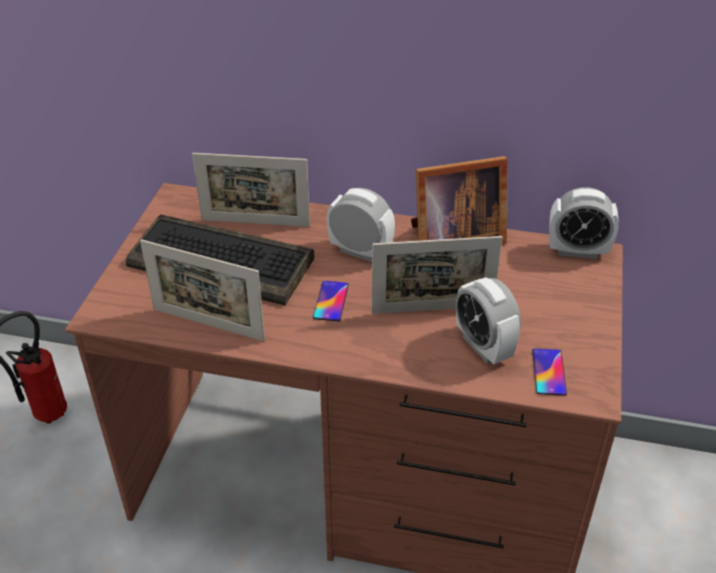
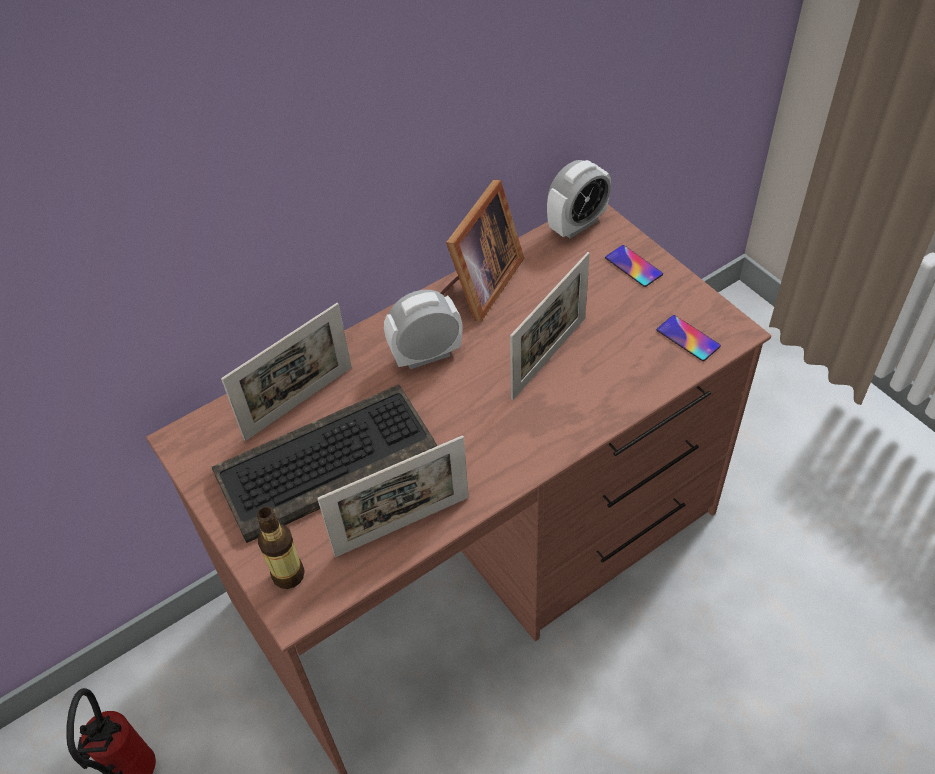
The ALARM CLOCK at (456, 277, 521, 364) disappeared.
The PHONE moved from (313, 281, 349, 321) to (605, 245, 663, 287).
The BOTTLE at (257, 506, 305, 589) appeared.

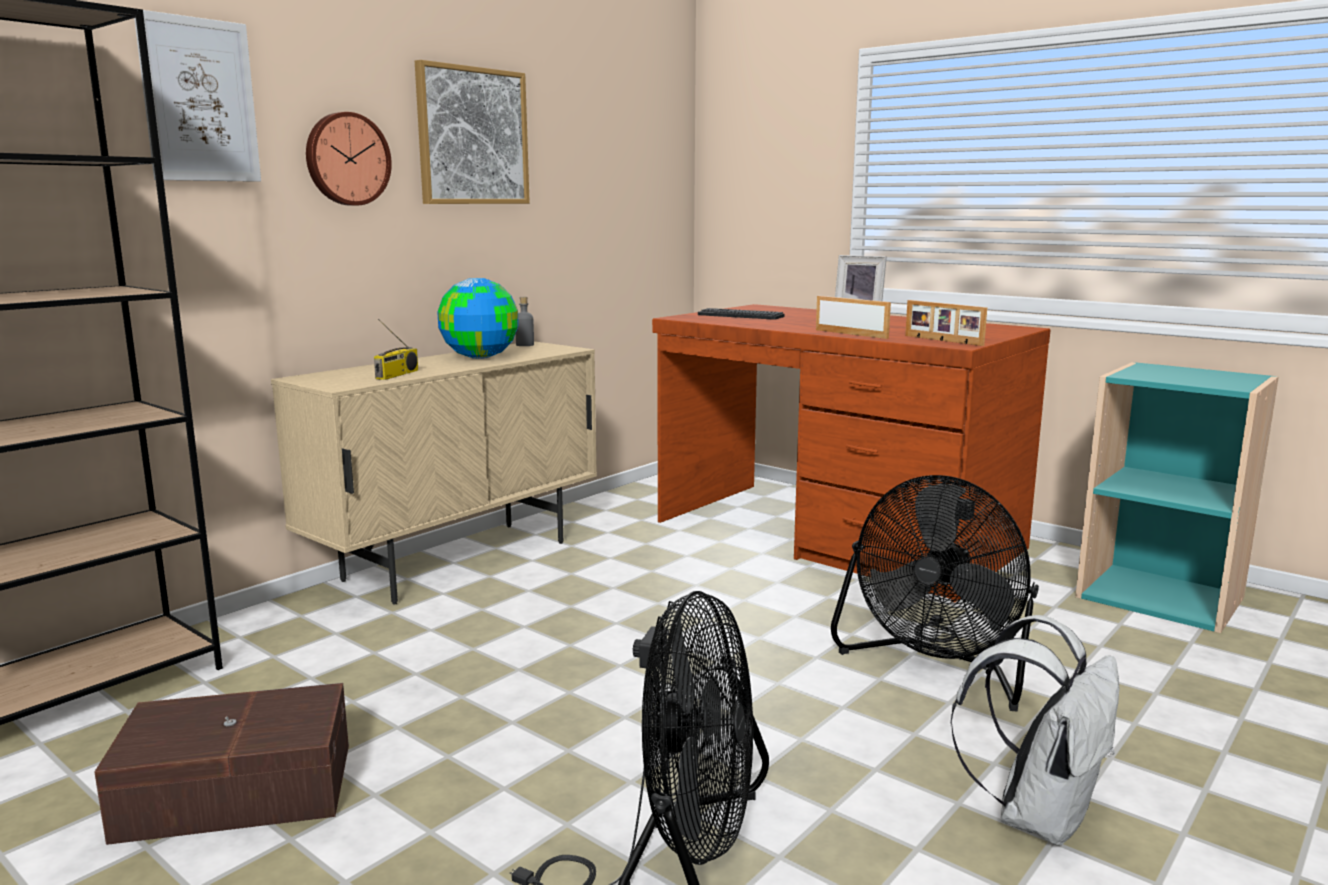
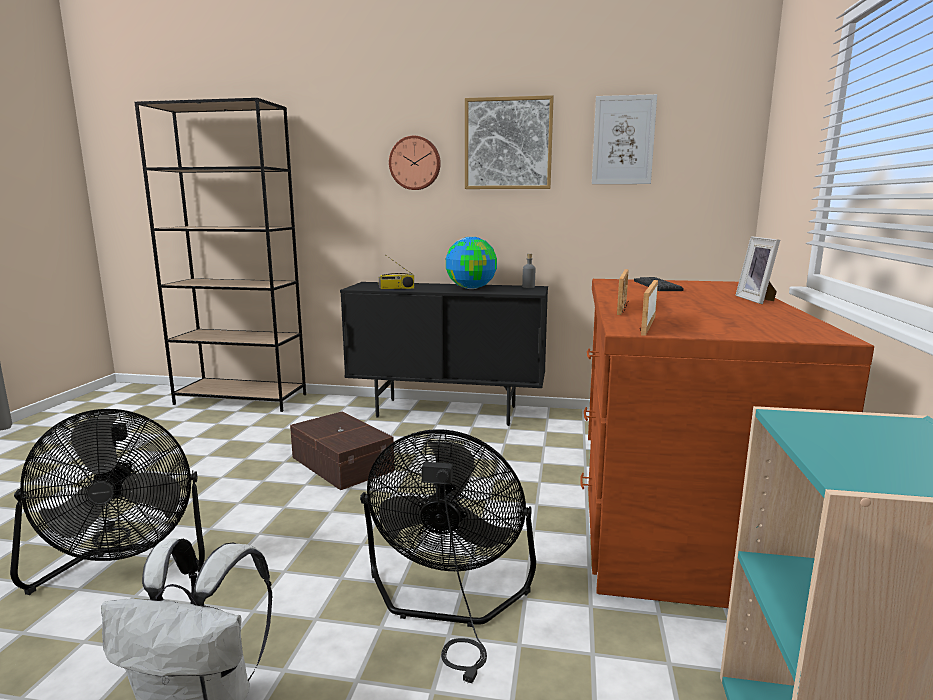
The PICTURE moved from (134, 10, 261, 182) to (592, 94, 657, 184).
The BEIGE CABINET at (271, 341, 597, 605) became the BLACK CABINET at (340, 282, 548, 426).
The BLACK FAN at (831, 475, 1039, 712) turned 90 degrees clockwise.
The BROWN STORAGE BOX moved from (94, 683, 349, 845) to (290, 412, 394, 490).

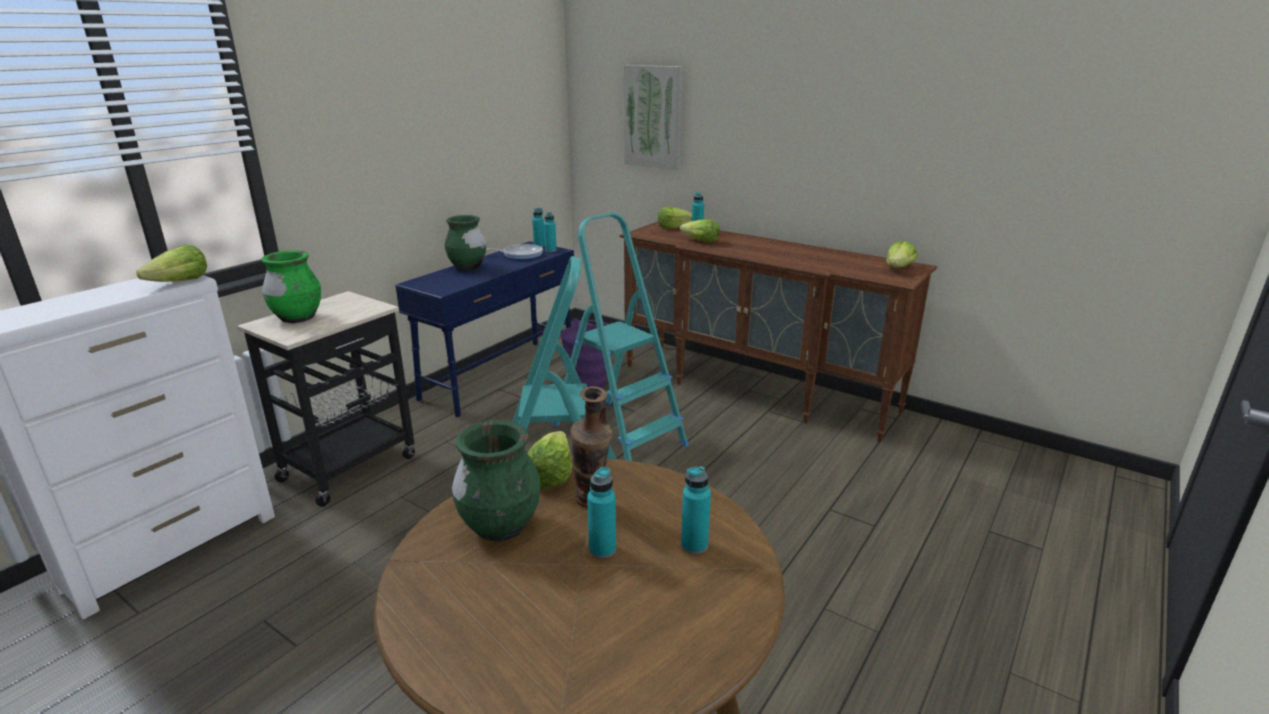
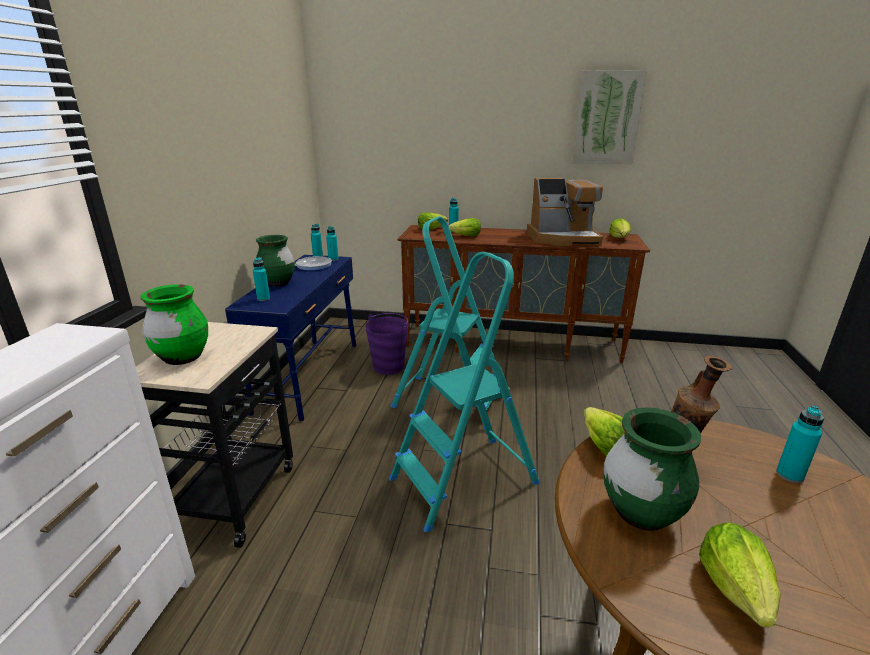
The PICTURE moved from (624, 65, 683, 170) to (572, 70, 647, 164).
The LETTUCE moved from (136, 245, 207, 282) to (699, 522, 781, 628).
The TURQUOISE BOTTLE moved from (587, 467, 616, 559) to (253, 257, 270, 301).
The COFFEE MACHINE at (526, 178, 604, 246) appeared.

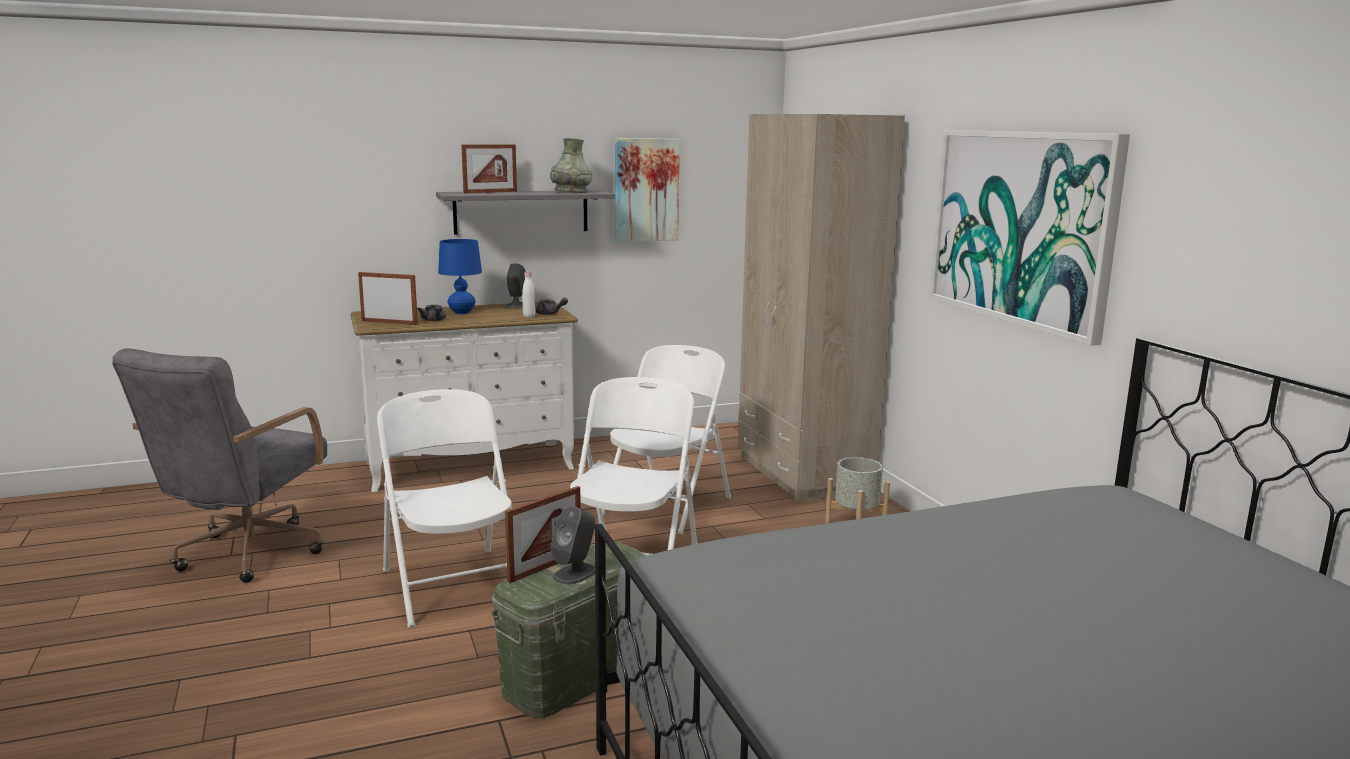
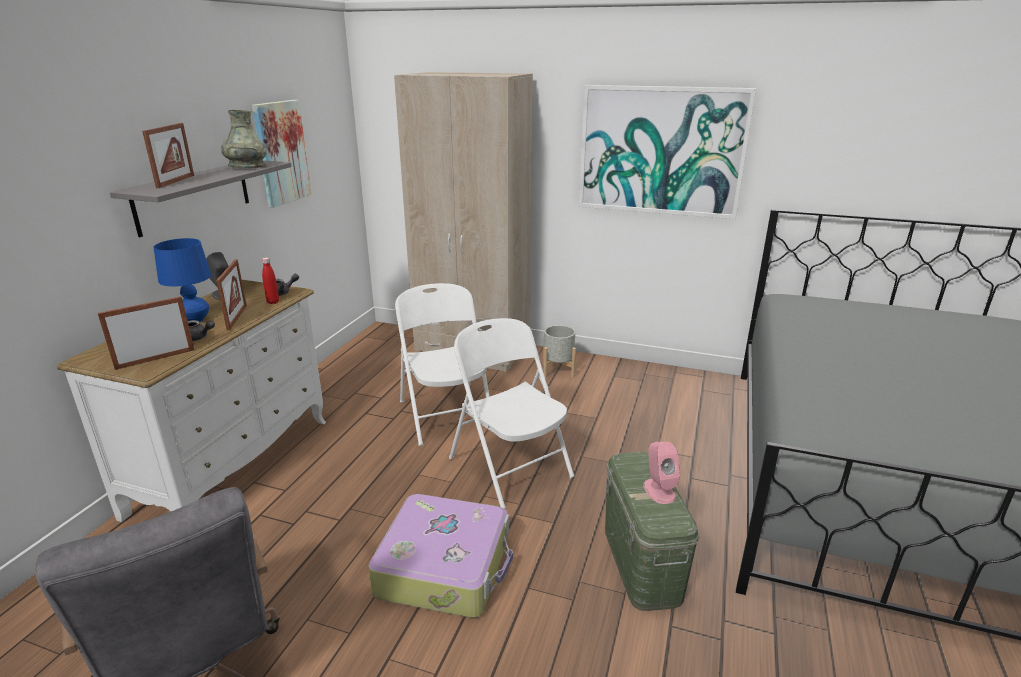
The WHITE BOTTLE at (523, 271, 535, 318) became the RED BOTTLE at (262, 258, 279, 304).
The WHITE CHAIR at (377, 389, 512, 628) was replaced by the SUITCASE at (368, 494, 513, 618).
The PICTURE FRAME moved from (505, 486, 581, 583) to (216, 259, 247, 331).
The GREY SPEAKER at (551, 506, 595, 585) became the PINK SPEAKER at (643, 442, 680, 504).

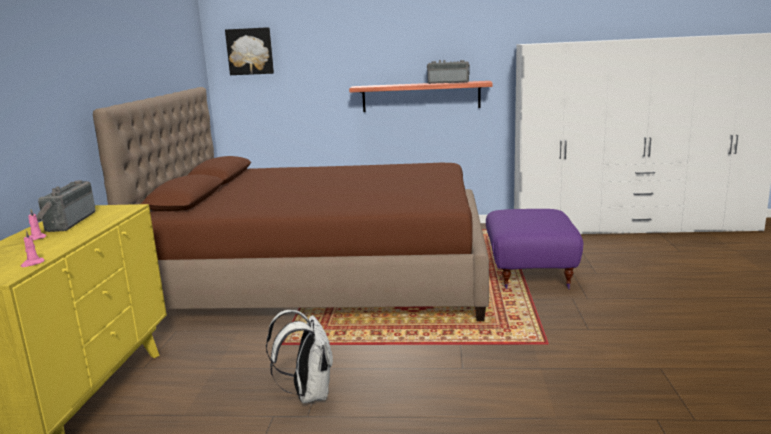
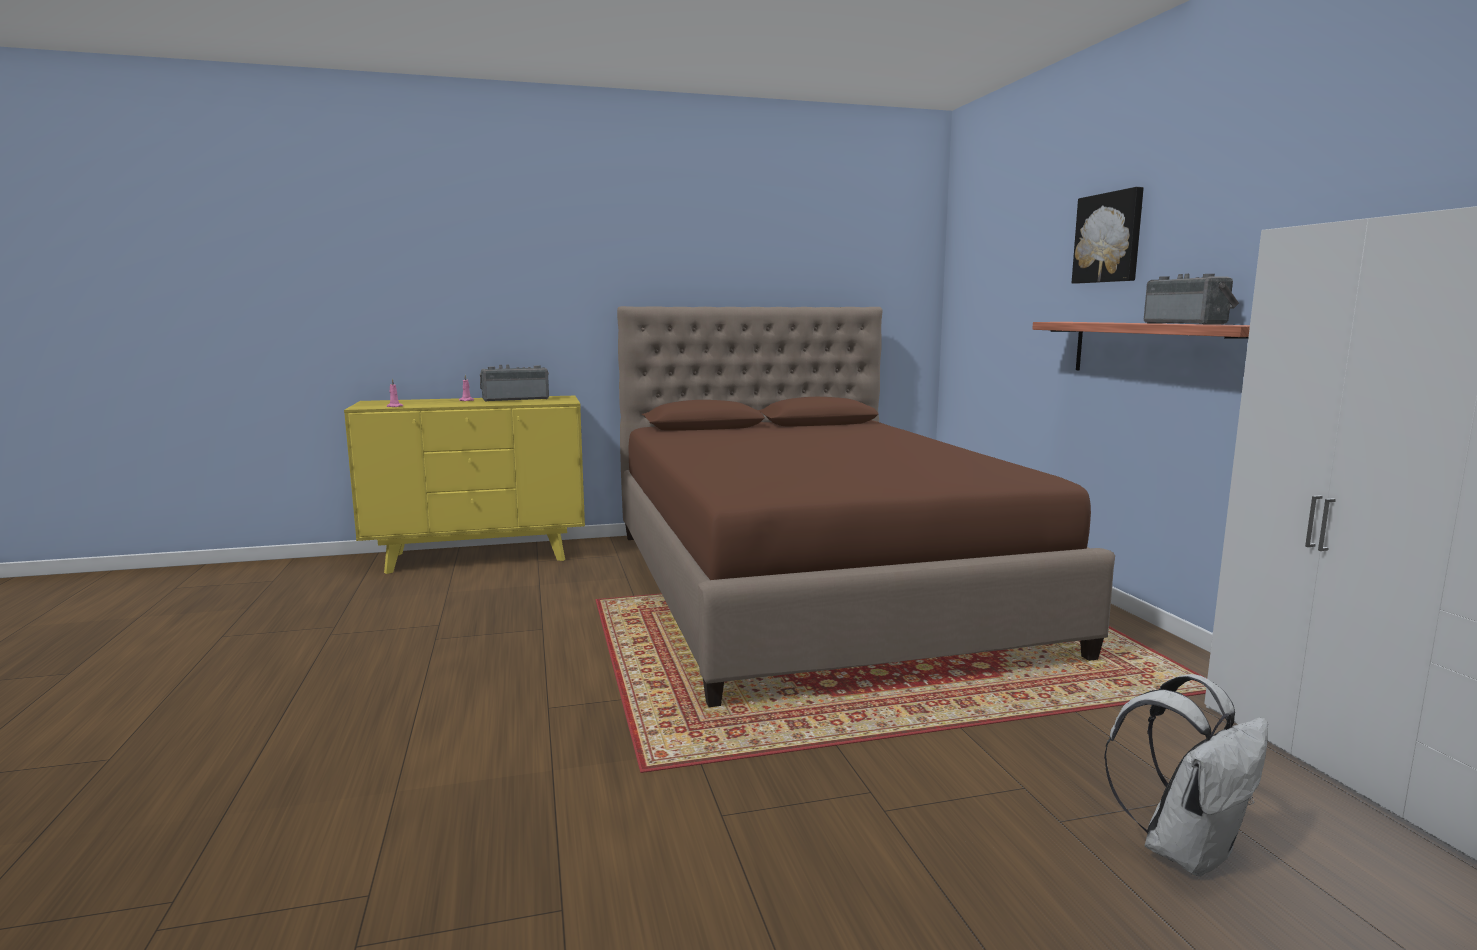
The PICTURE moved from (225, 27, 274, 75) to (1072, 187, 1144, 283).
The PURPLE OTTOMAN at (486, 209, 583, 289) disappeared.
The WHITE BACKPACK moved from (266, 310, 333, 403) to (1104, 674, 1268, 876).

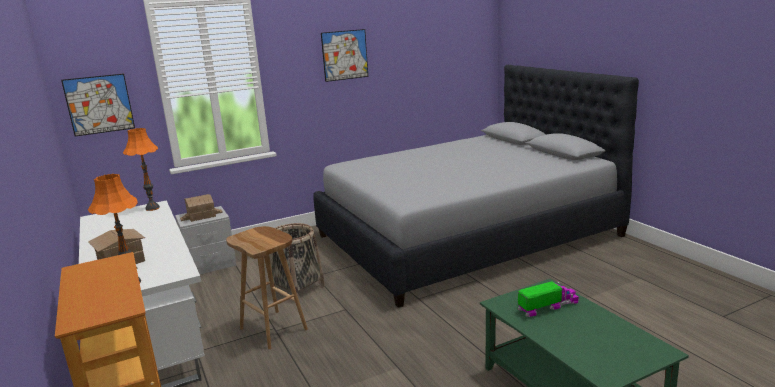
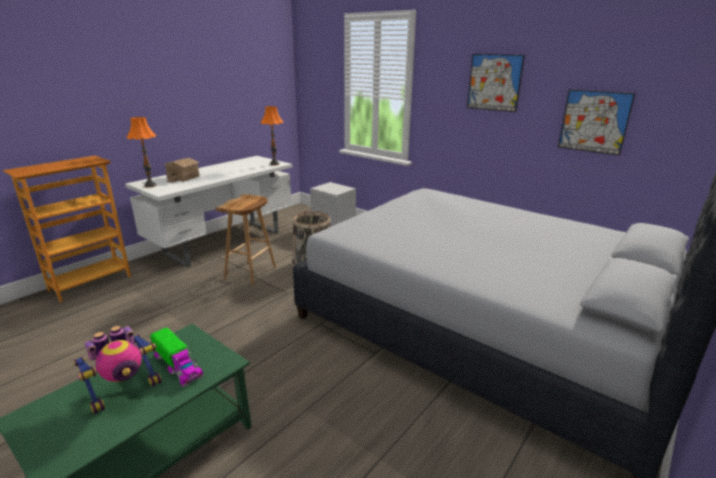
The PICTURE moved from (61, 74, 135, 136) to (558, 89, 635, 156).
The TOY HOUSE at (180, 194, 223, 222) disappeared.
The TOY ROBOT at (73, 326, 162, 414) appeared.

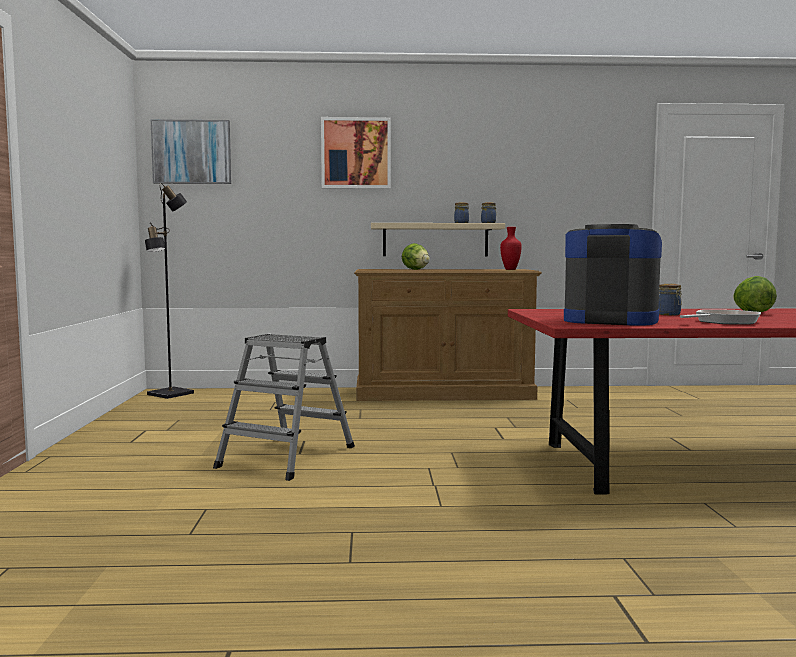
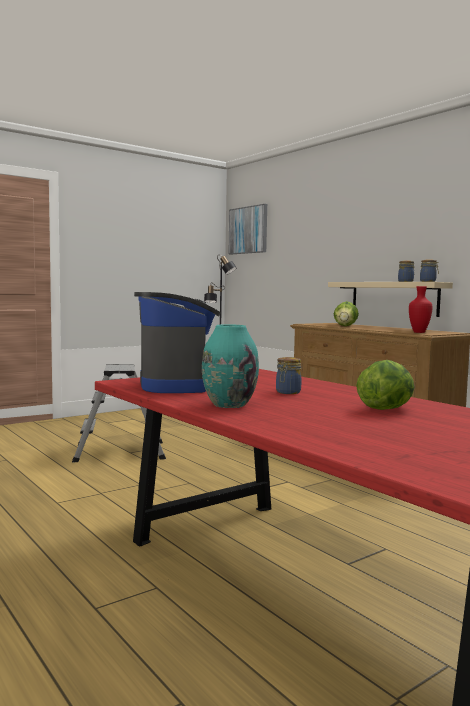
The PICTURE at (321, 117, 391, 189) disappeared.
The FRYING PAN at (680, 310, 761, 324) was replaced by the TURQUOISE VASE at (202, 324, 259, 408).

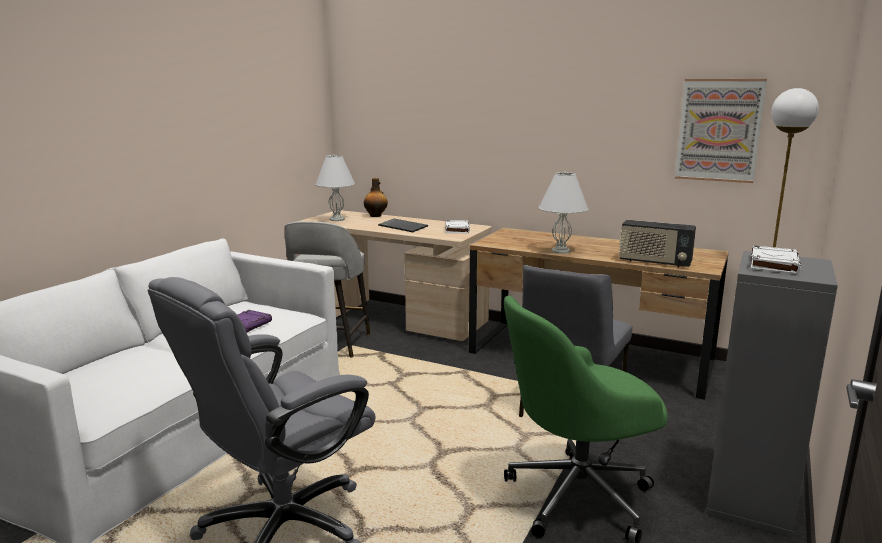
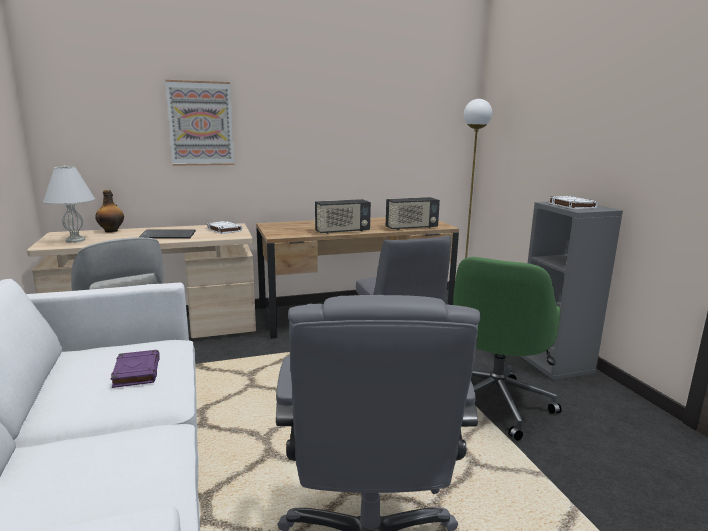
The PICTURE moved from (675, 79, 767, 183) to (165, 80, 234, 166).
The WHITE TABLE LAMP at (539, 172, 588, 254) was replaced by the RADIO at (315, 199, 371, 234).

